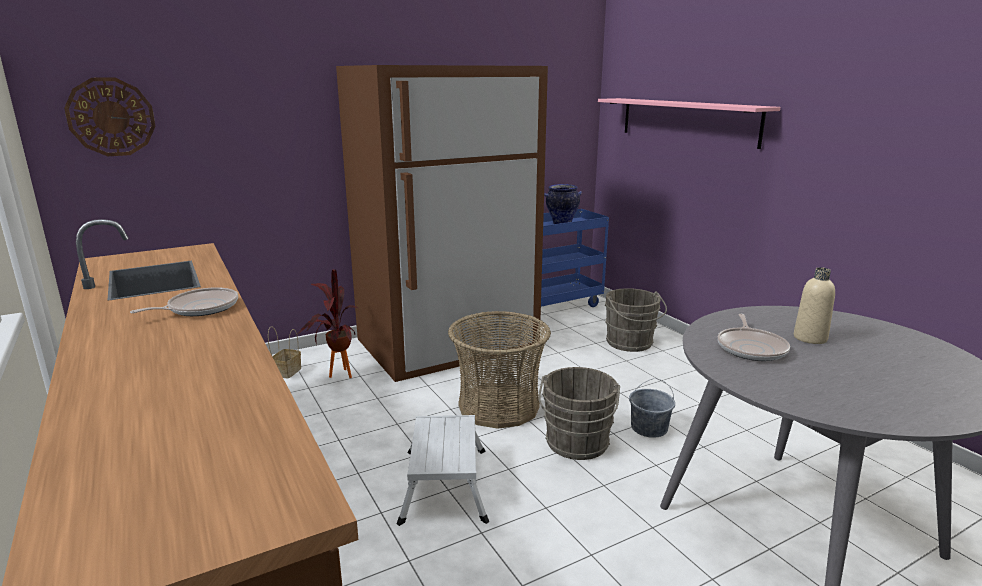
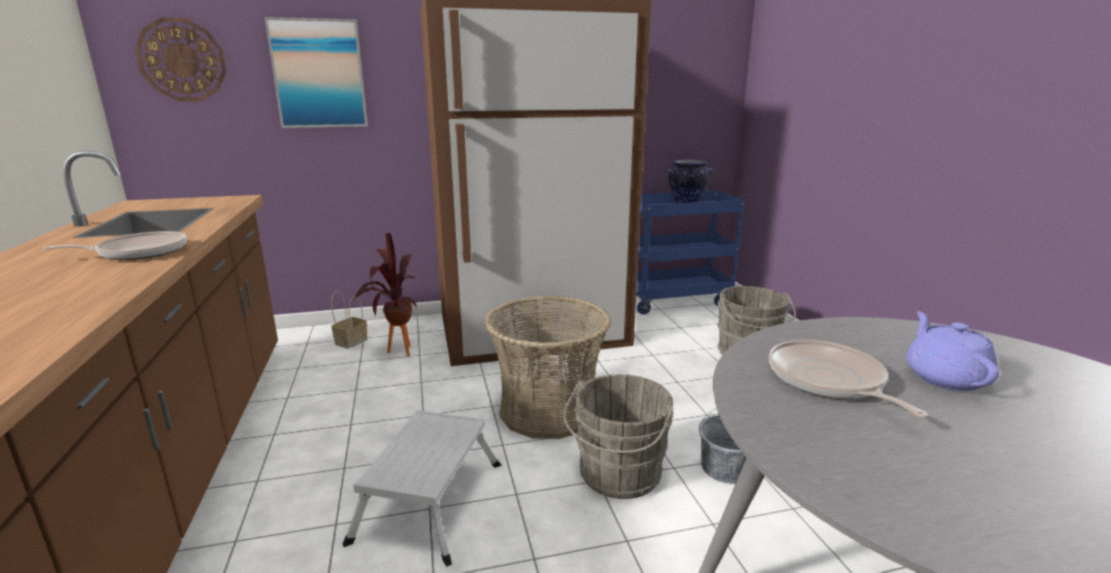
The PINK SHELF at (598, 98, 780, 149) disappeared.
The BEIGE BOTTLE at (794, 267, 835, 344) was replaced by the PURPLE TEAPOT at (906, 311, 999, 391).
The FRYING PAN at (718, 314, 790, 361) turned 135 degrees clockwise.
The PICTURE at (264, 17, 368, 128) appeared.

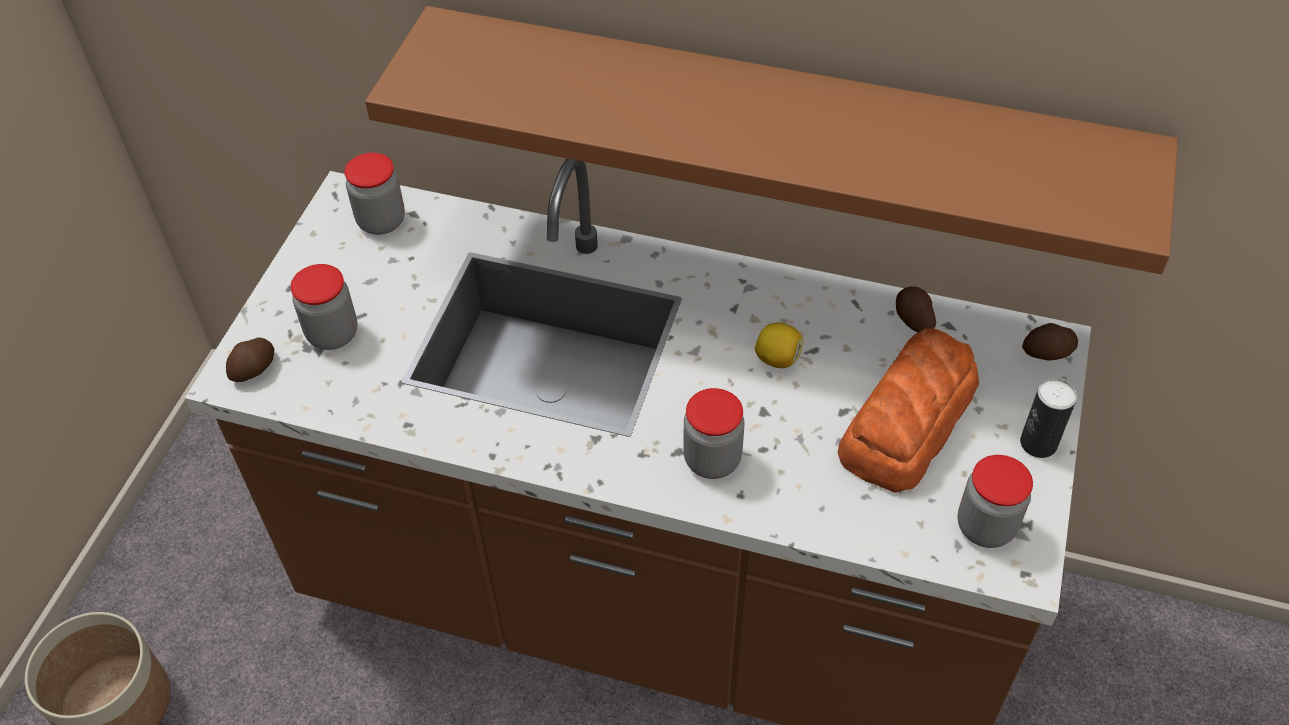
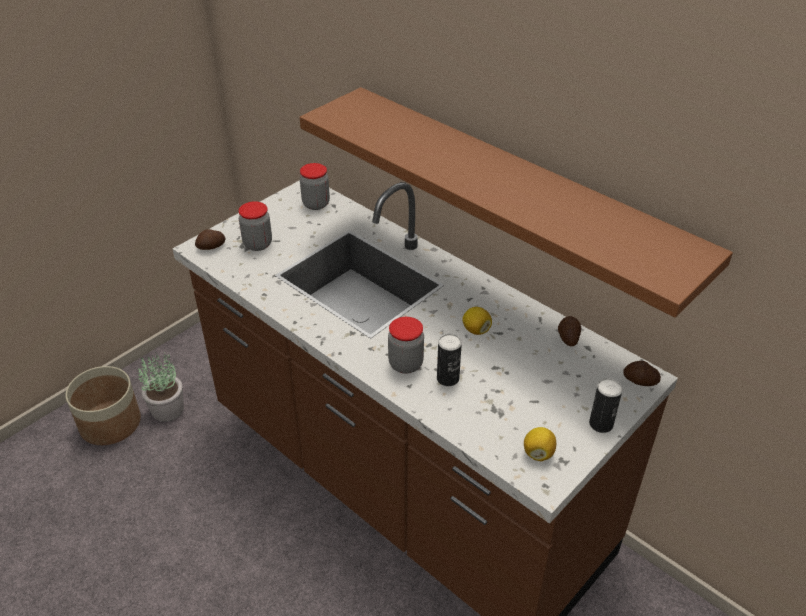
The BREAD at (838, 328, 979, 493) disappeared.
The JAR at (958, 455, 1033, 548) was replaced by the LEMON at (524, 427, 556, 461).
The CAN at (437, 334, 462, 386) appeared.
The POTTED PLANT at (138, 352, 184, 421) appeared.

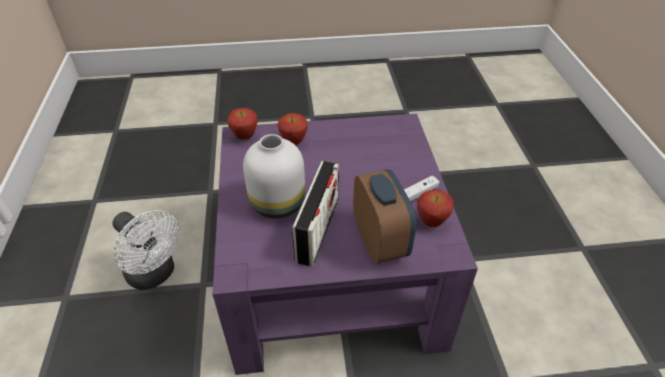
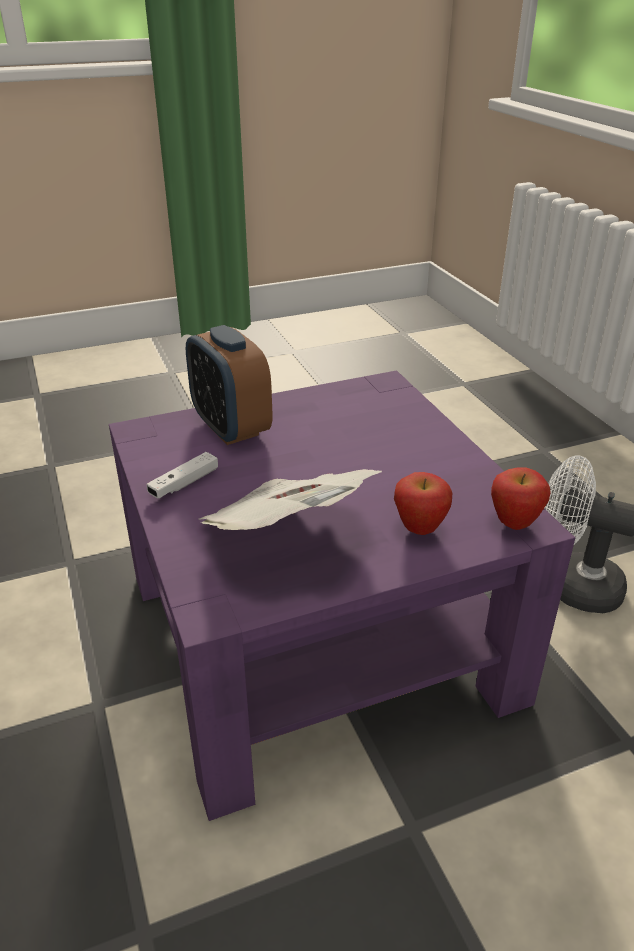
The WHITE VASE at (243, 134, 305, 219) disappeared.
The RADIO at (292, 161, 339, 266) disappeared.
The APPLE at (417, 190, 454, 227) disappeared.
The NEWSPAPER at (200, 469, 382, 530) appeared.

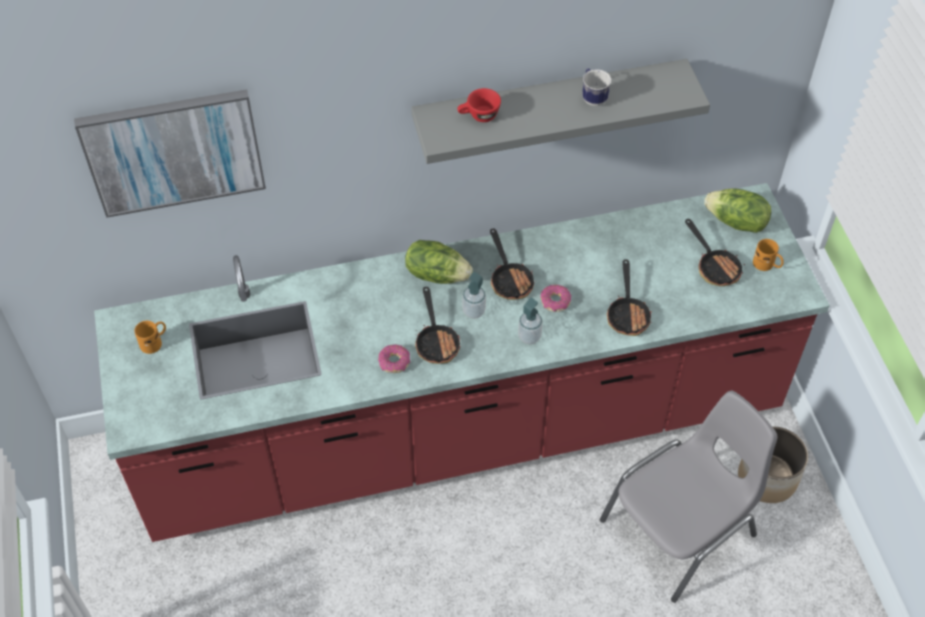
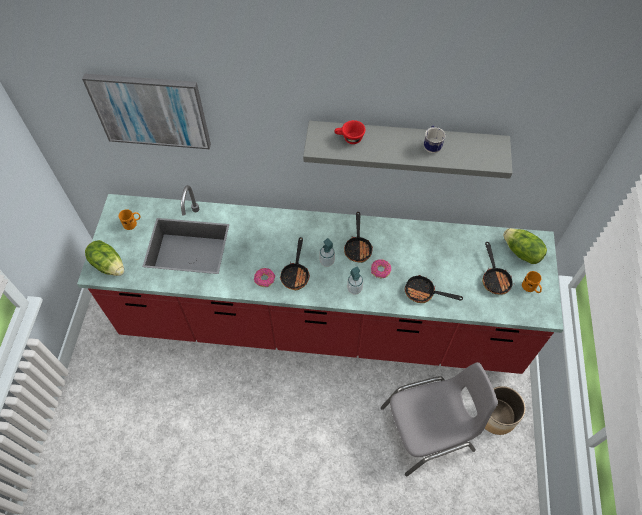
The LETTUCE moved from (405, 240, 473, 284) to (85, 240, 124, 276).
The FRYING PAN at (607, 259, 652, 336) turned 90 degrees clockwise.

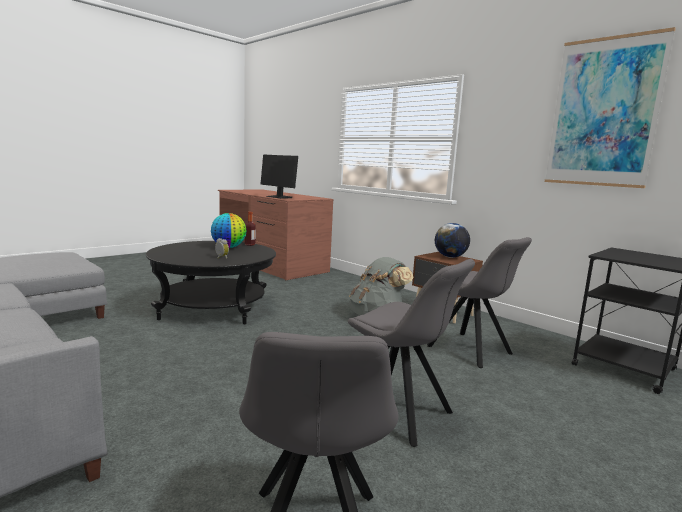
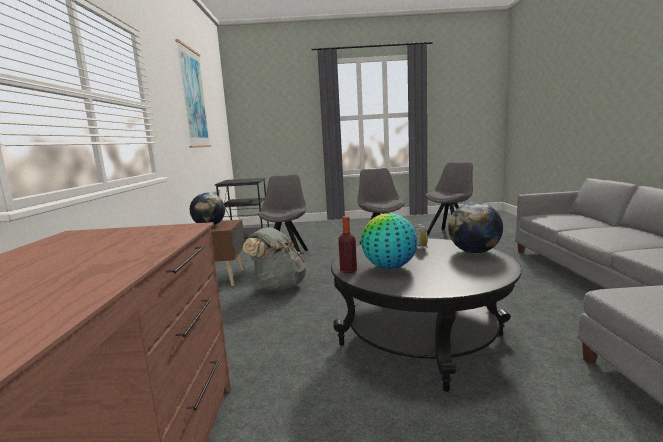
The MONITOR at (260, 154, 298, 199) disappeared.
The GLOBE at (448, 202, 503, 253) appeared.

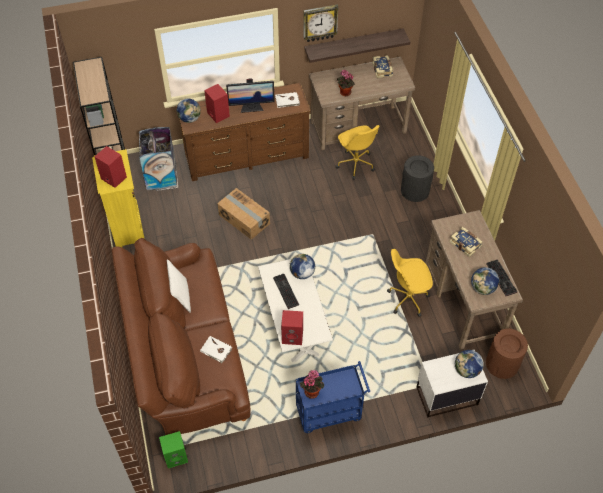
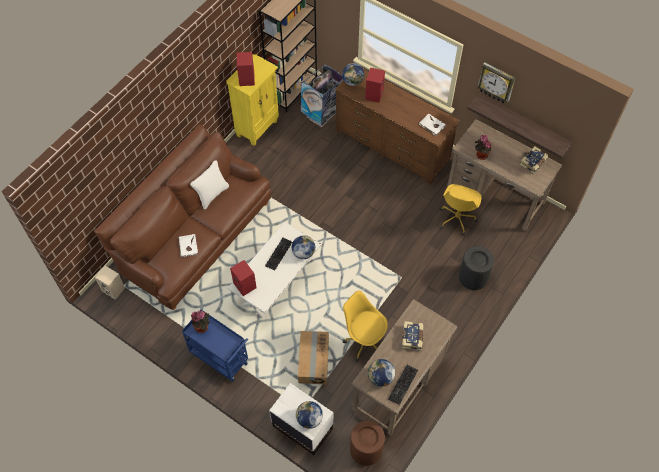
The MONITOR at (226, 78, 275, 113) disappeared.
The CARDBOARD BOX moved from (217, 188, 270, 240) to (298, 331, 329, 385).
The GREEN SPEAKER at (159, 431, 188, 468) became the BEIGE SPEAKER at (95, 266, 125, 300).

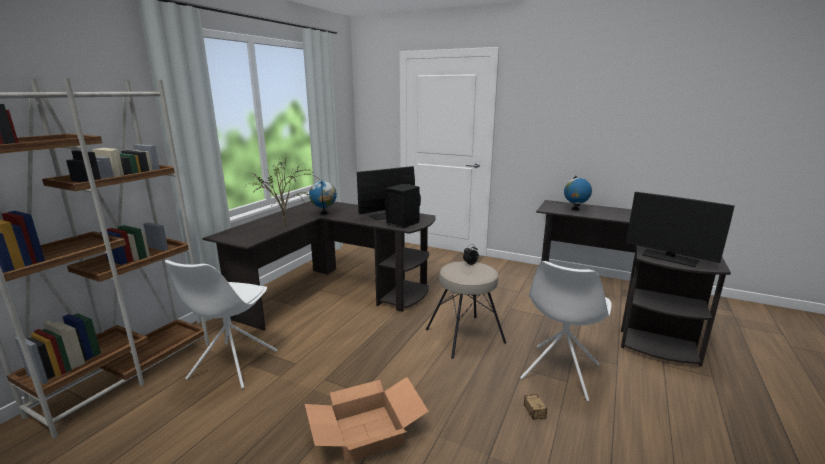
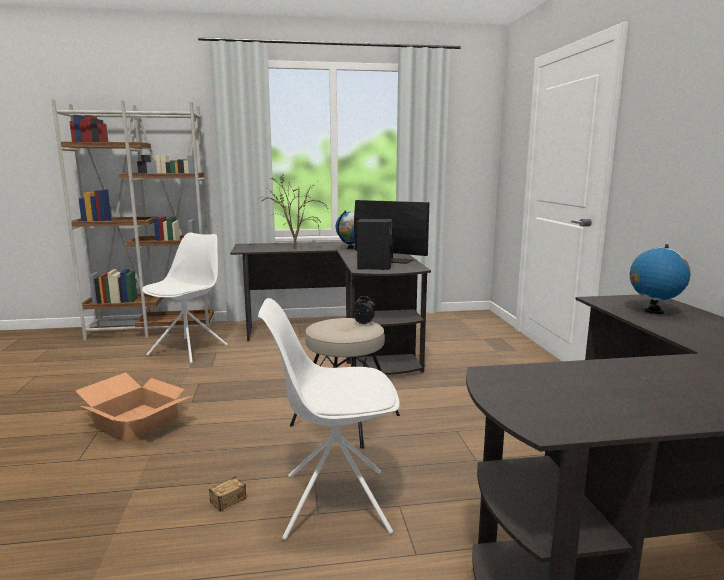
The MONITOR at (626, 192, 735, 267) disappeared.
The WHITE CHAIR at (165, 260, 277, 389) turned 135 degrees clockwise.

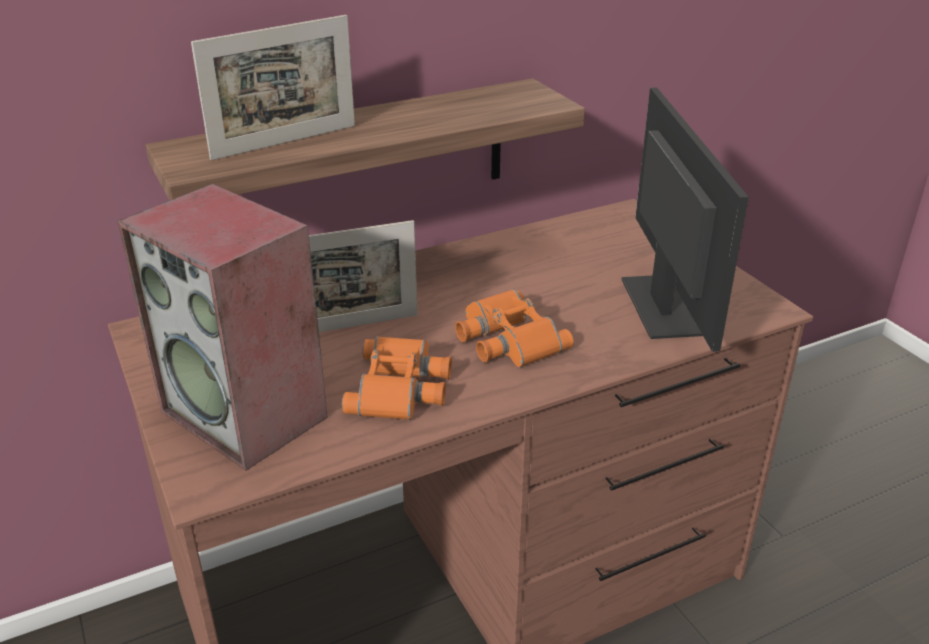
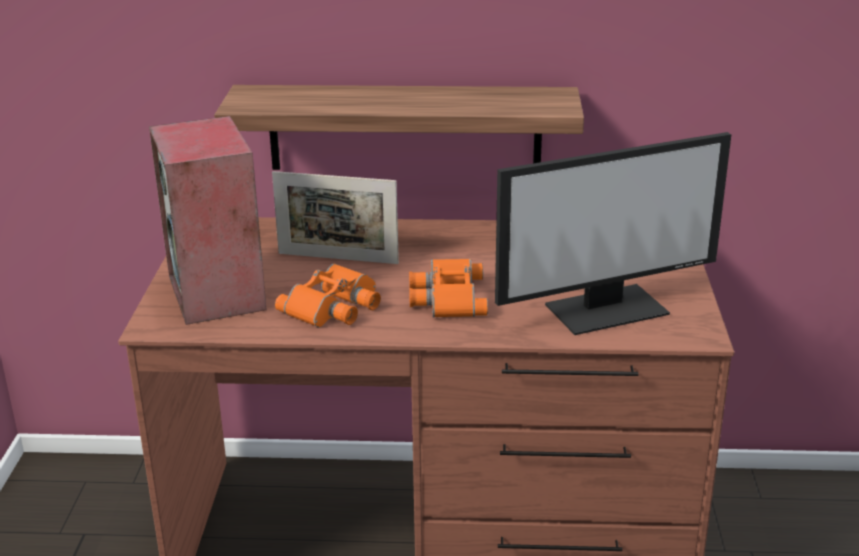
The PICTURE FRAME at (191, 15, 355, 160) disappeared.
The MONITOR at (622, 88, 749, 352) turned 45 degrees clockwise.

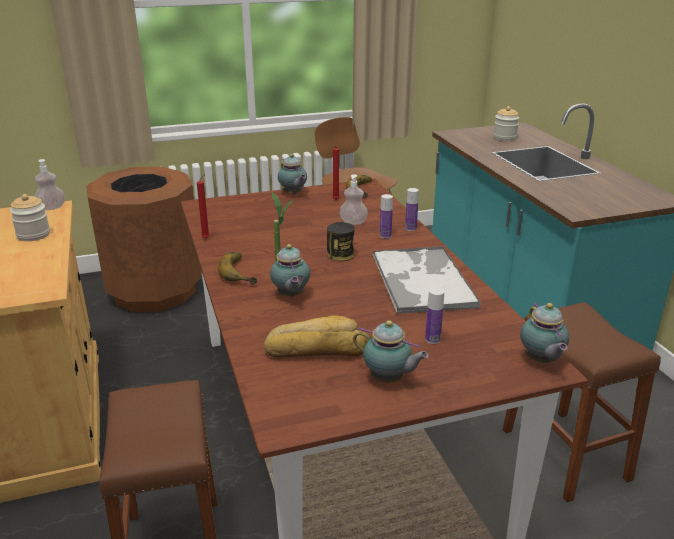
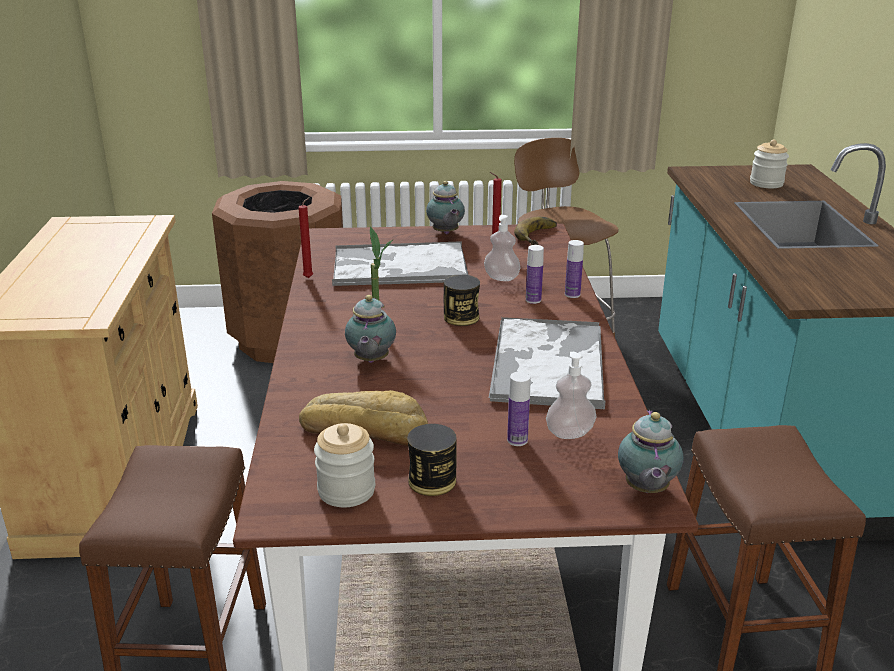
The SOAP DISPENSER moved from (35, 159, 65, 210) to (546, 352, 597, 439).
The JAR moved from (10, 194, 50, 241) to (314, 423, 375, 507).
The BANANA at (218, 252, 258, 284) disappeared.
The TEAPOT at (353, 320, 429, 382) was replaced by the CAN at (407, 424, 457, 496).
The TRAY at (332, 241, 469, 286) appeared.

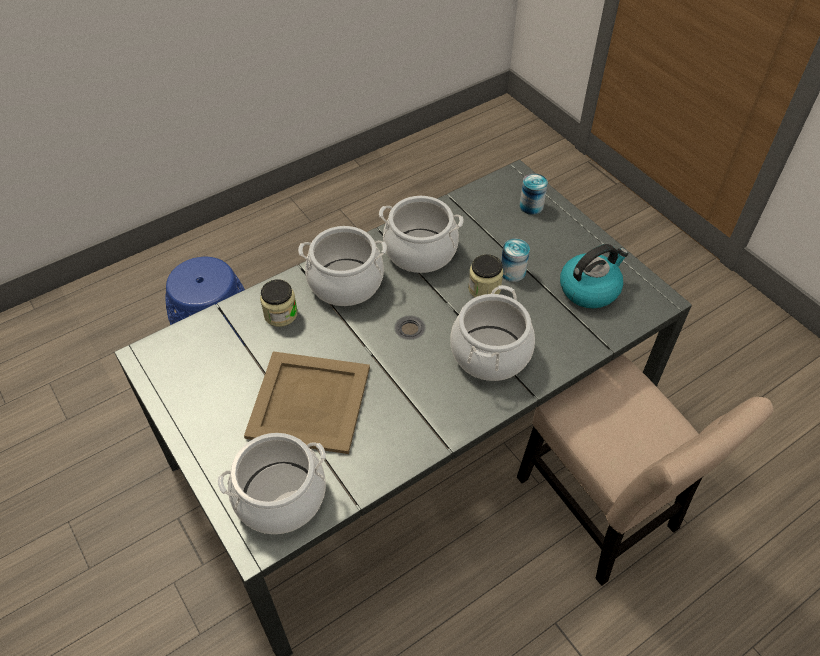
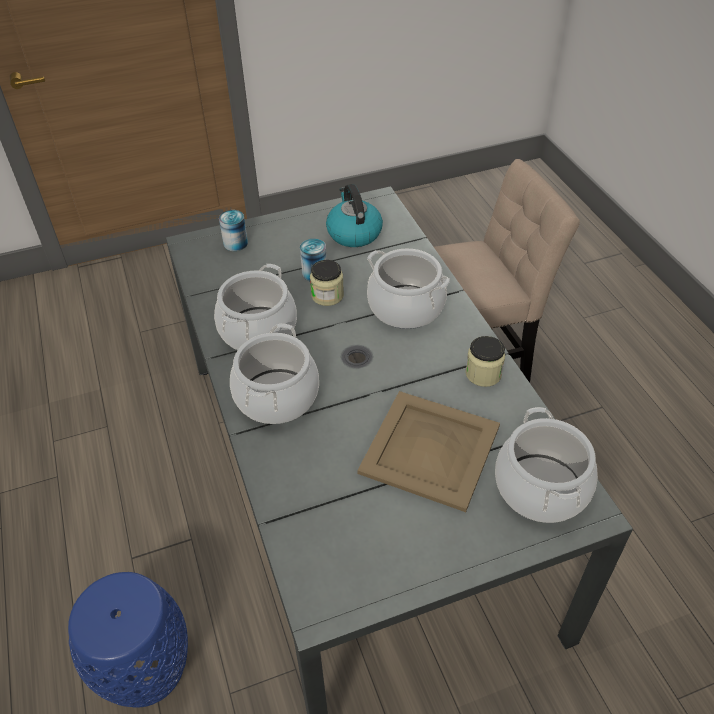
The JAR moved from (260, 279, 298, 327) to (465, 336, 505, 387).

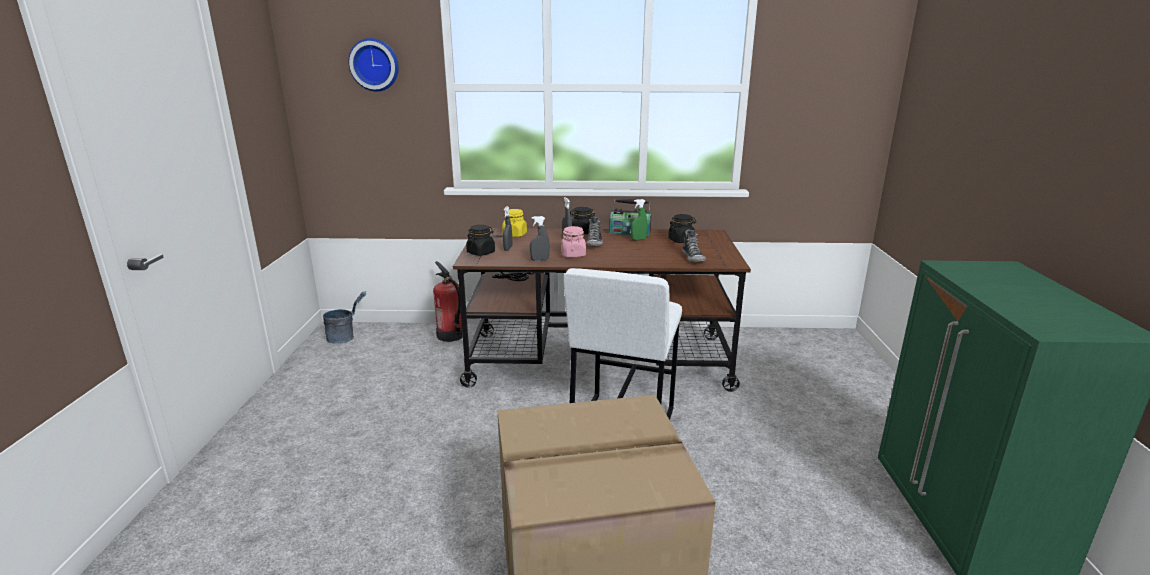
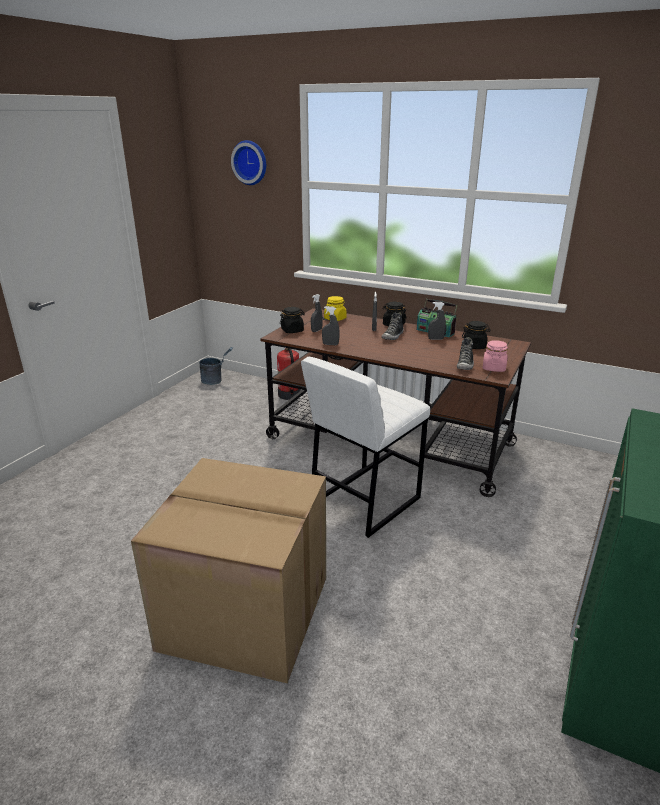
The GREEN SPRAY BOTTLE at (631, 199, 647, 240) became the GREY SPRAY BOTTLE at (428, 302, 446, 340).
The PINK JAR moved from (561, 226, 586, 257) to (483, 340, 508, 372).

